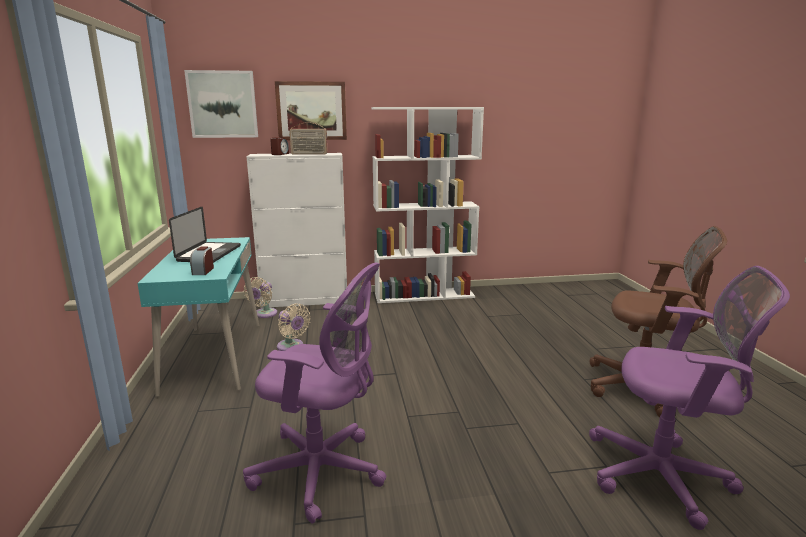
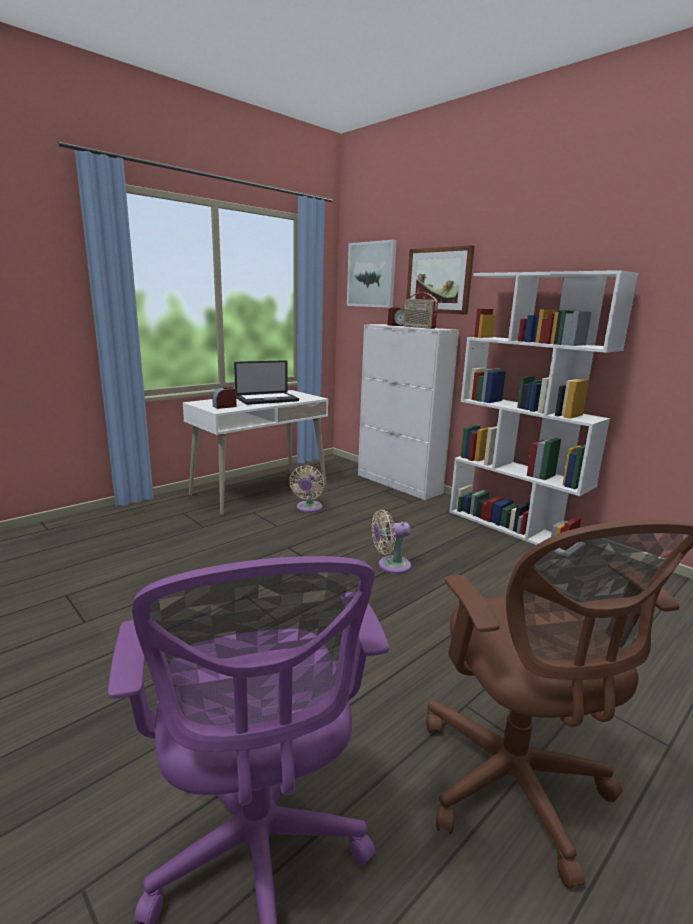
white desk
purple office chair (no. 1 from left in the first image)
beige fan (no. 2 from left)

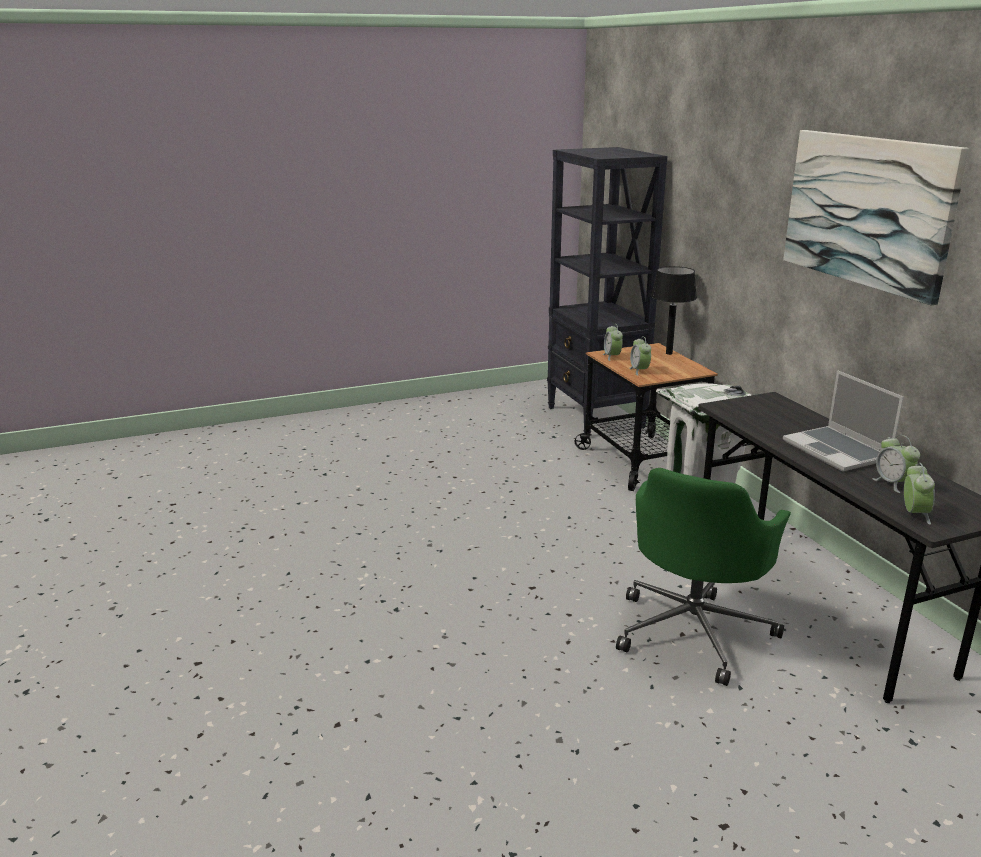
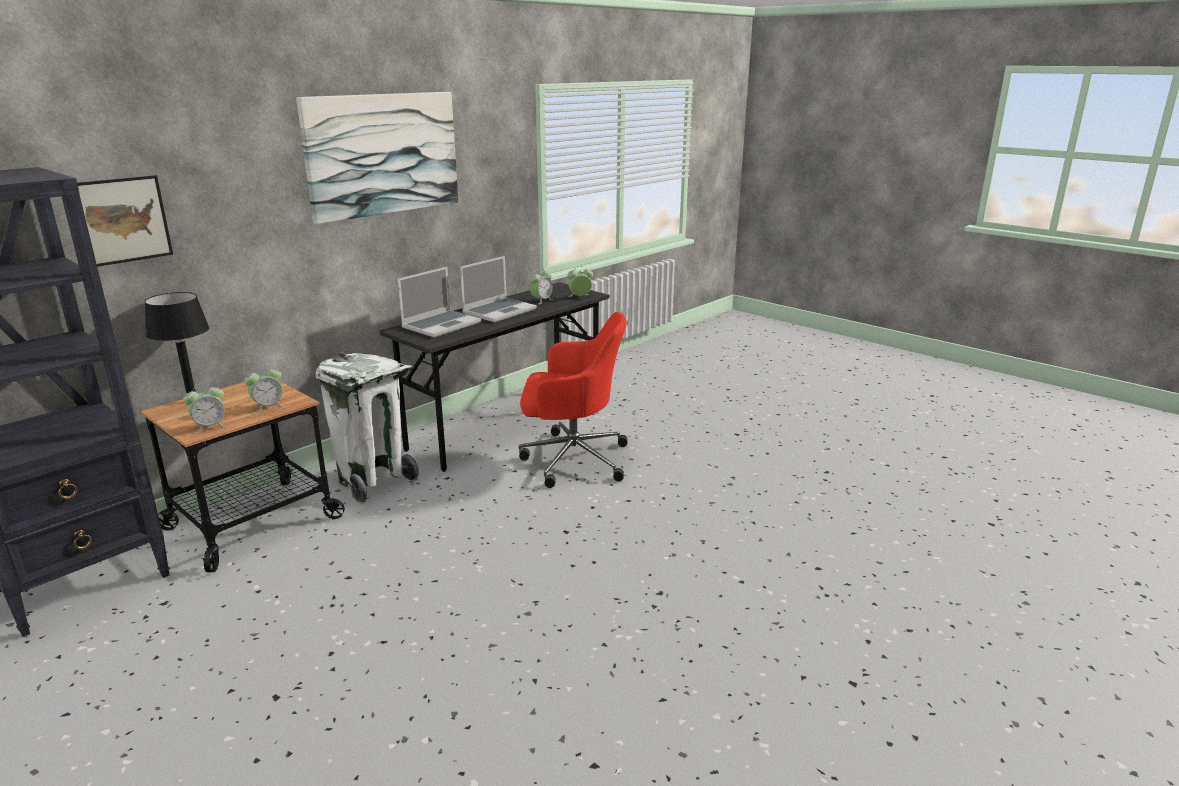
red office chair
picture (no. 1 from left)
laptop (no. 1 from left)

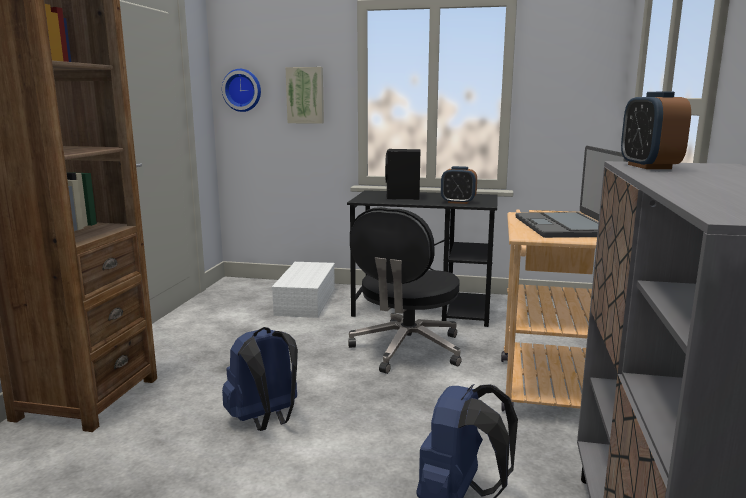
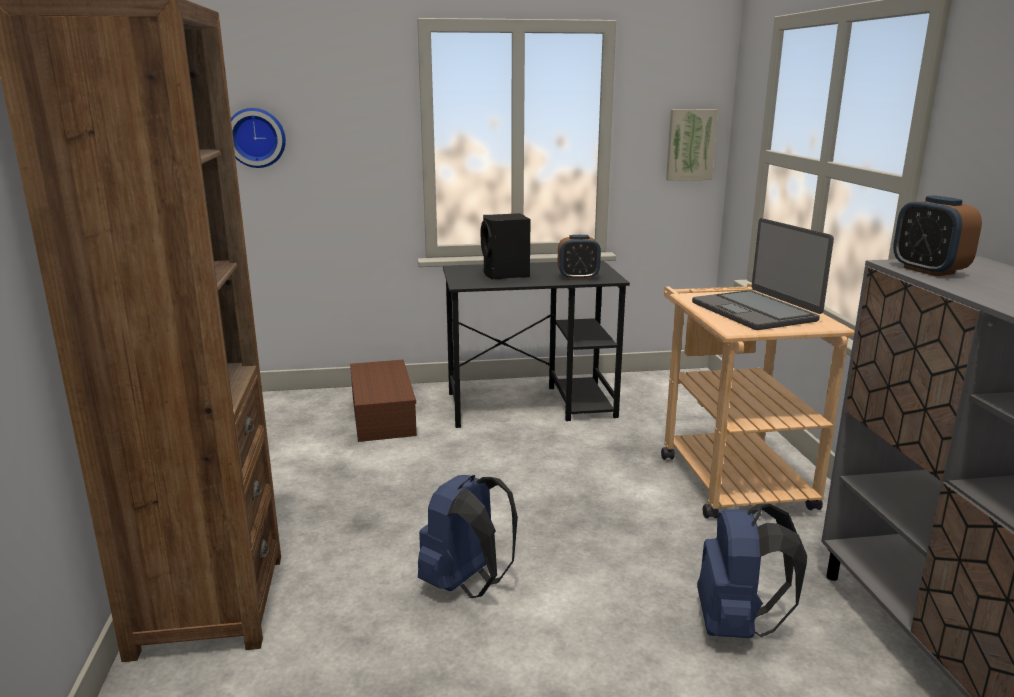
picture
black office chair
brown storage box

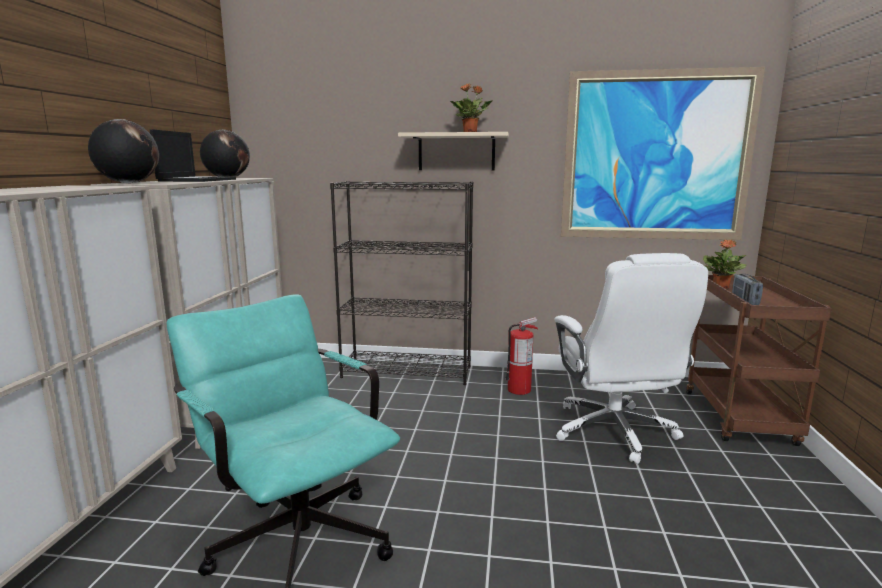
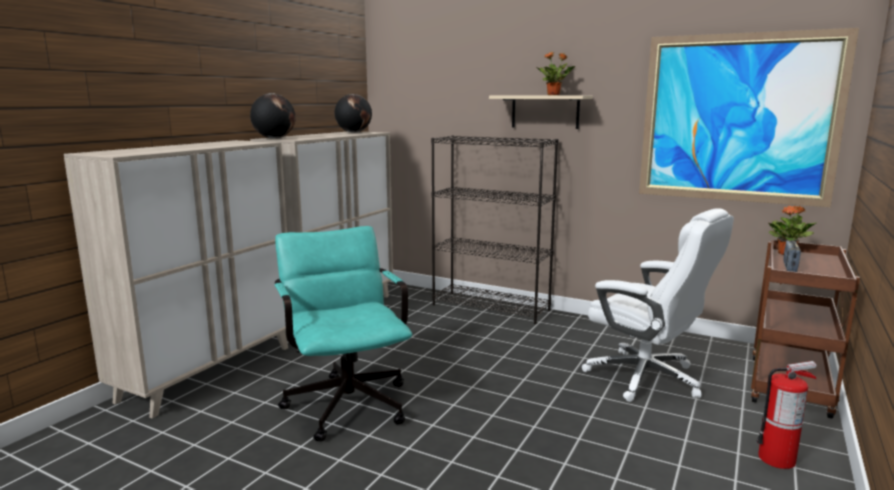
laptop
white office chair
fire extinguisher

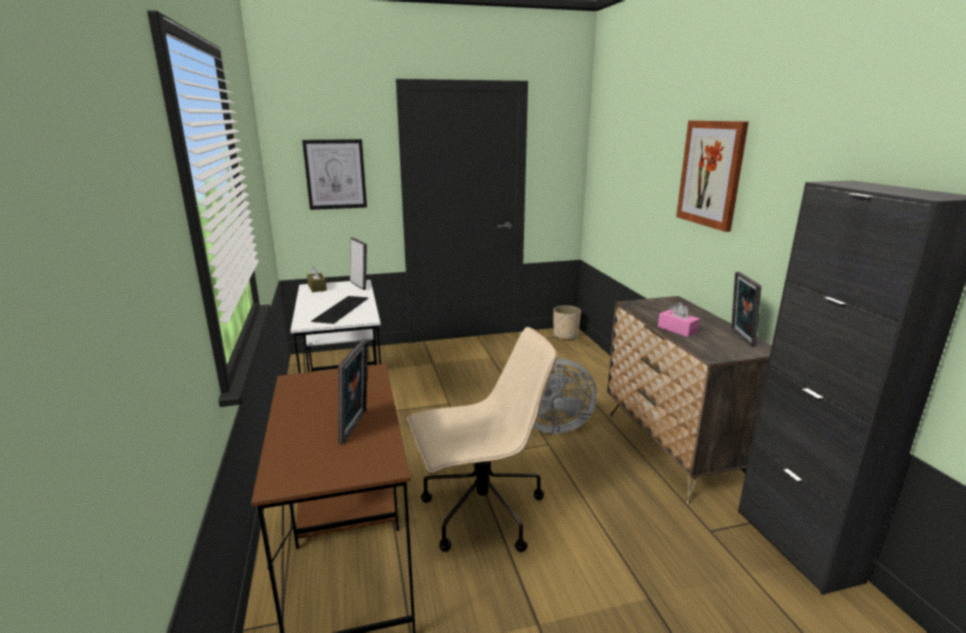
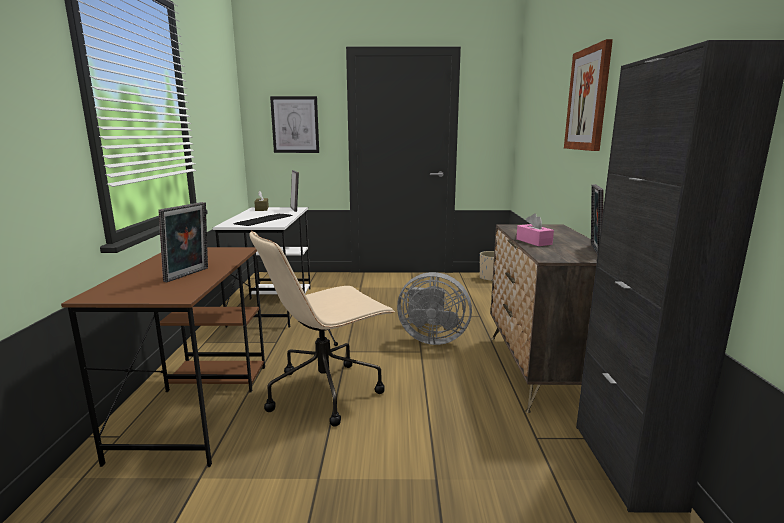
beige office chair

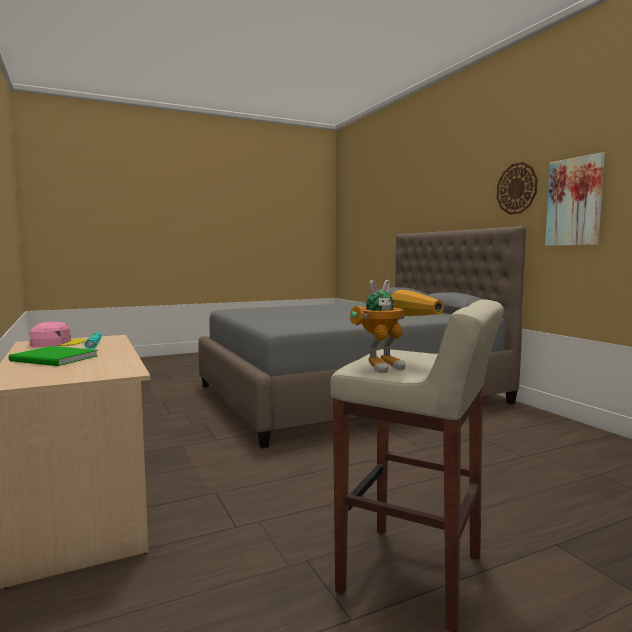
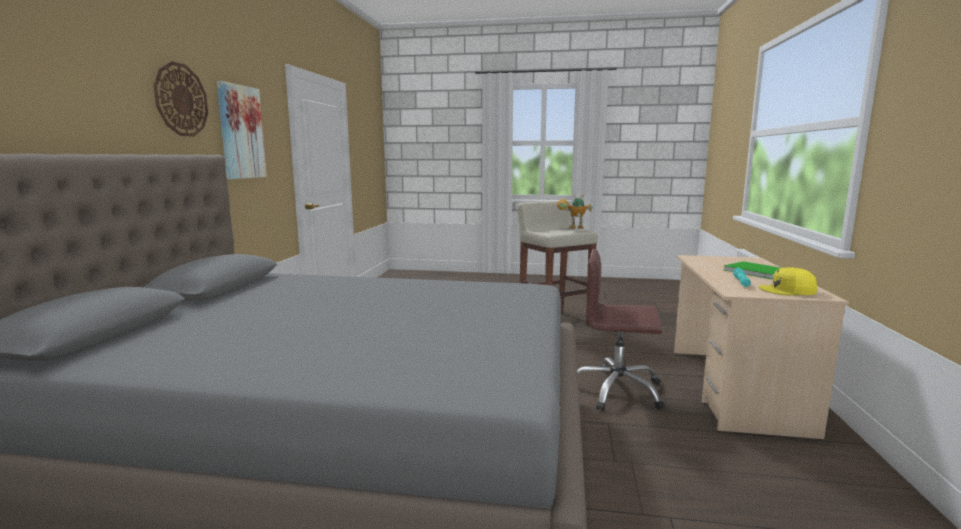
yellow cap
brown office chair

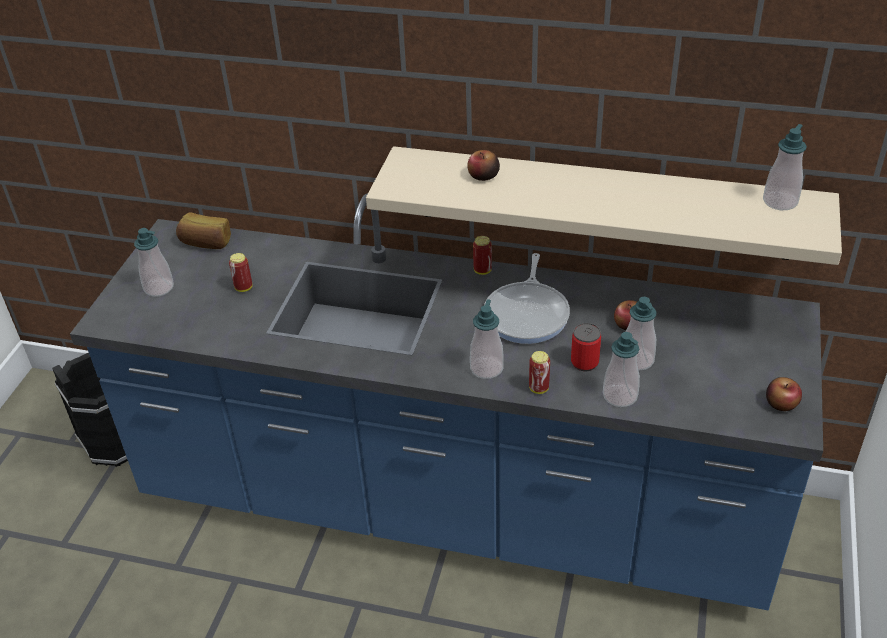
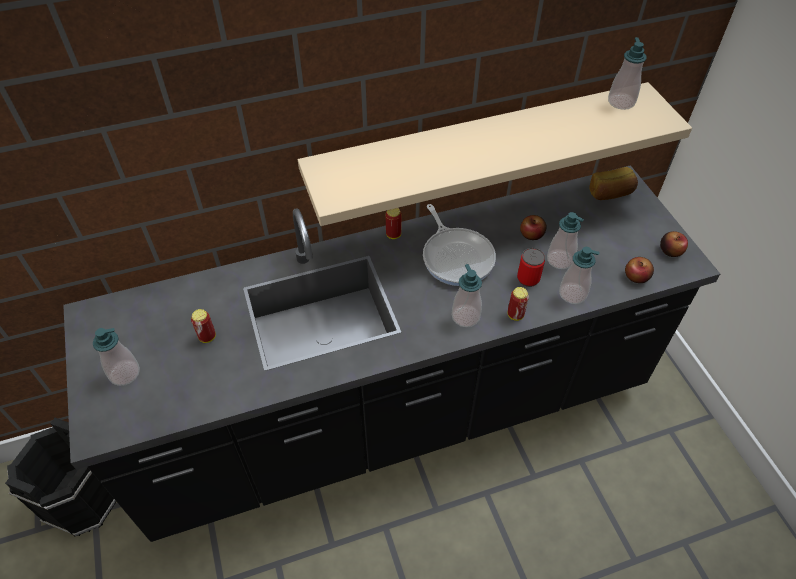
apple (no. 2 from left)
black counter
bread

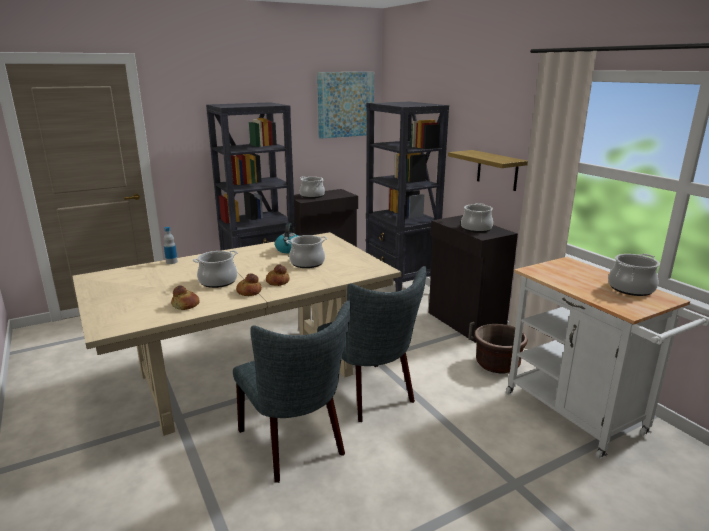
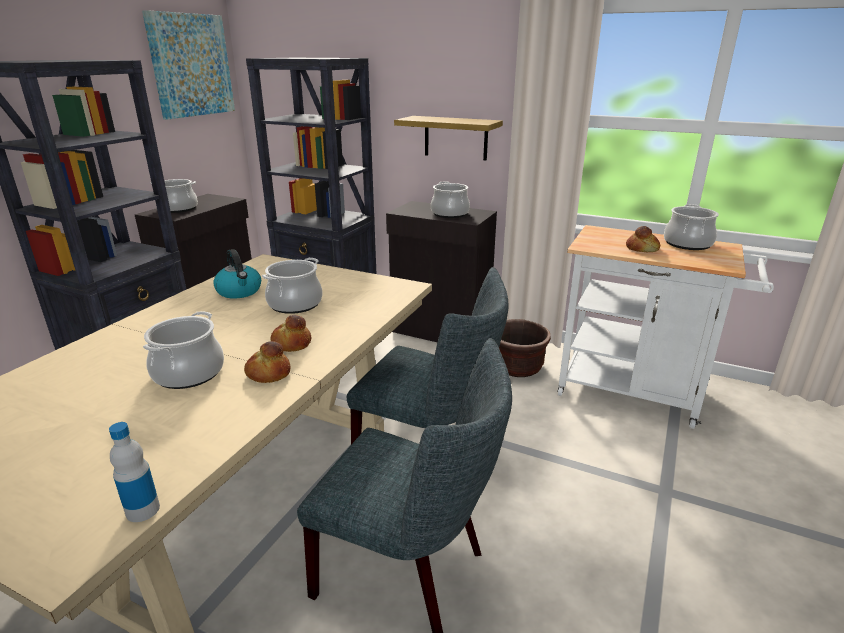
bottle
bread (no. 3 from left)

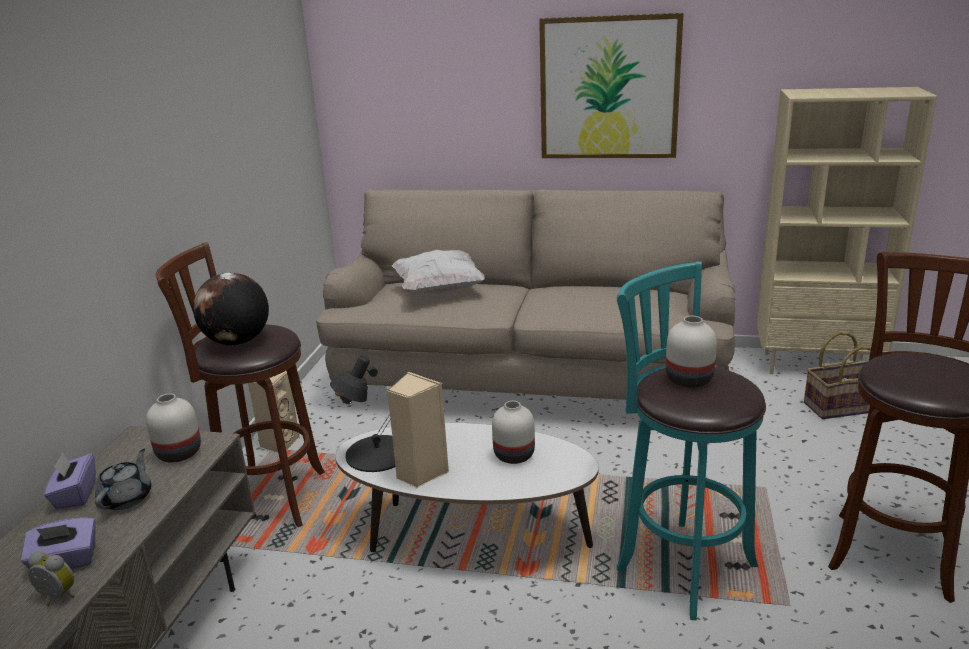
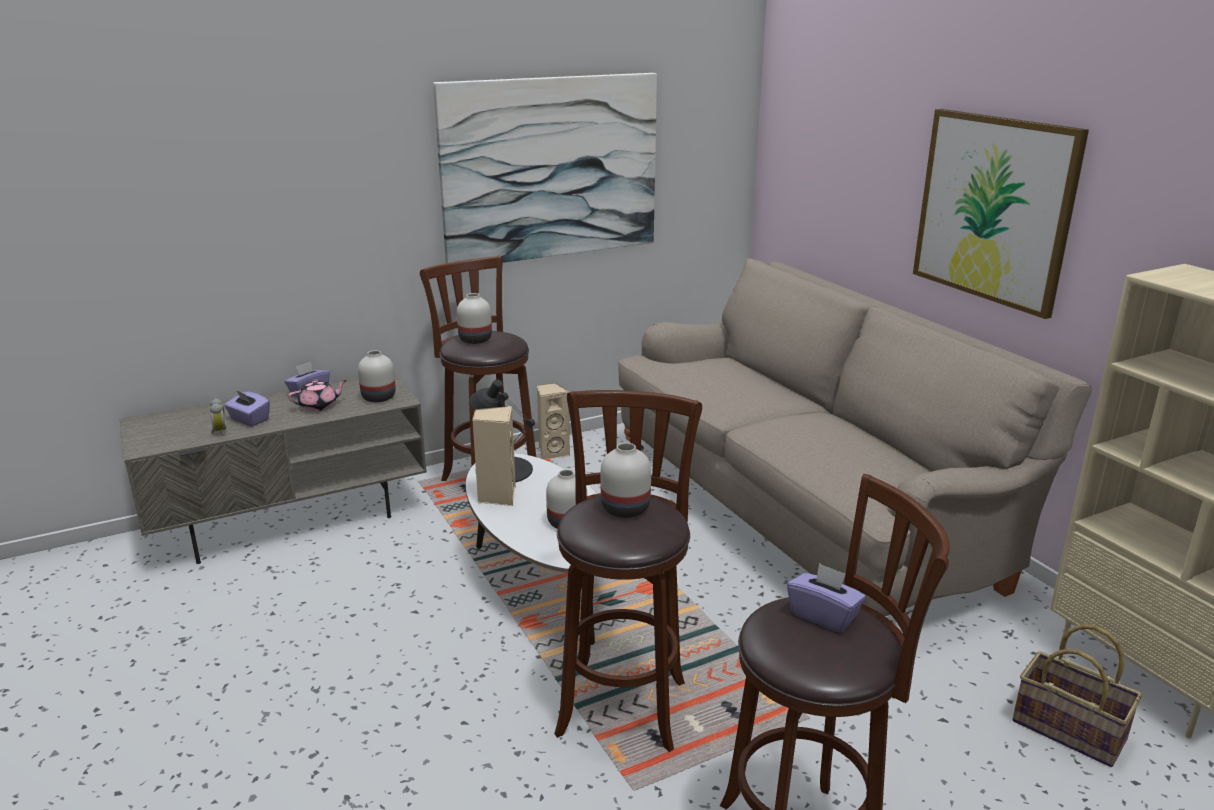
white pillow
brown stool (no. 2 from left)
white vase (no. 2 from left)
pink teapot
picture (no. 1 from left)
purple tissue box (no. 3 from left)

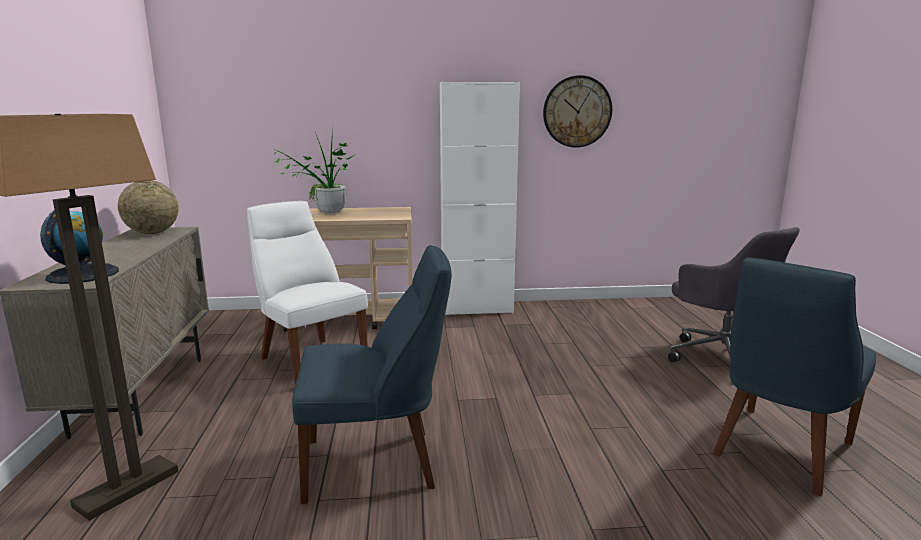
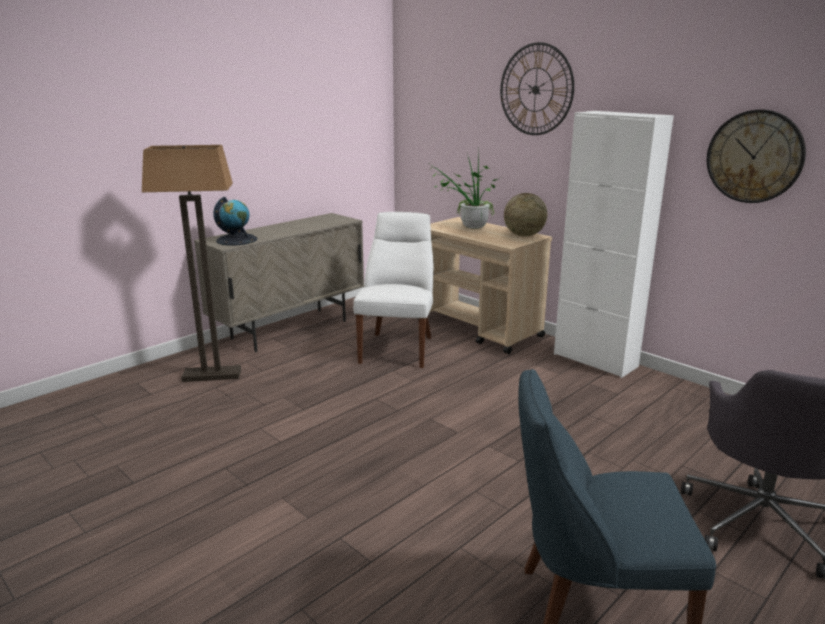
globe (no. 2 from left)
blue chair (no. 1 from left in the first image)
wall clock (no. 1 from left)

